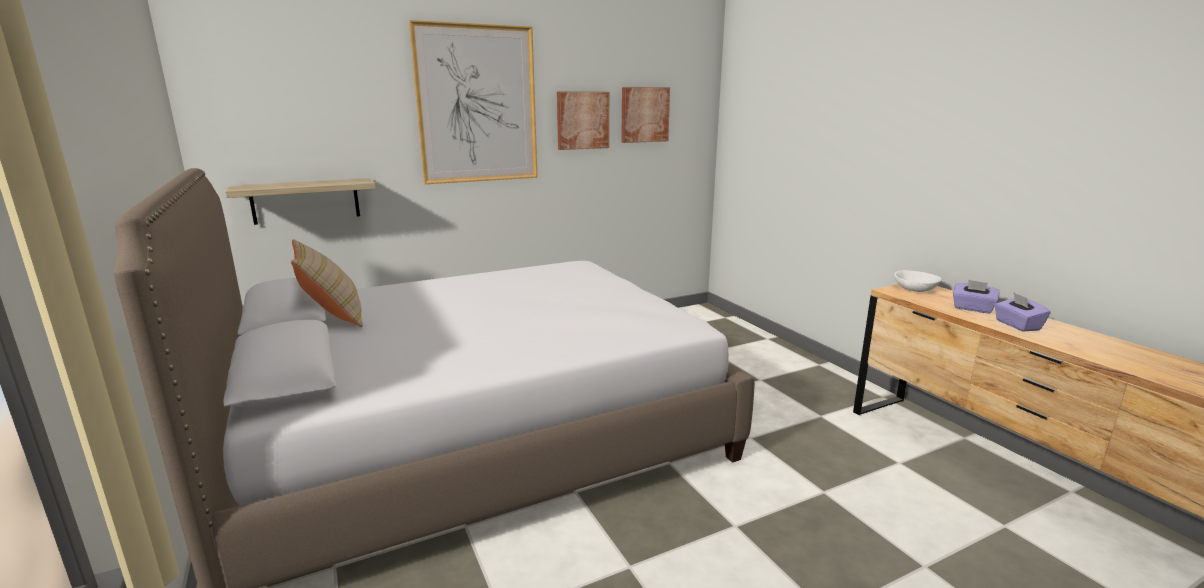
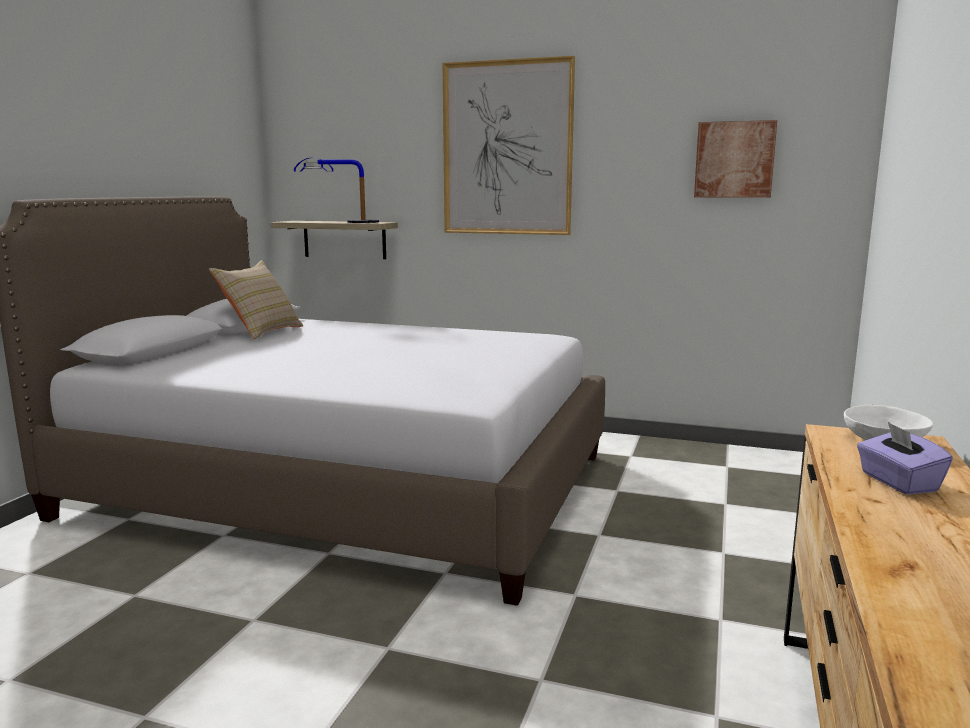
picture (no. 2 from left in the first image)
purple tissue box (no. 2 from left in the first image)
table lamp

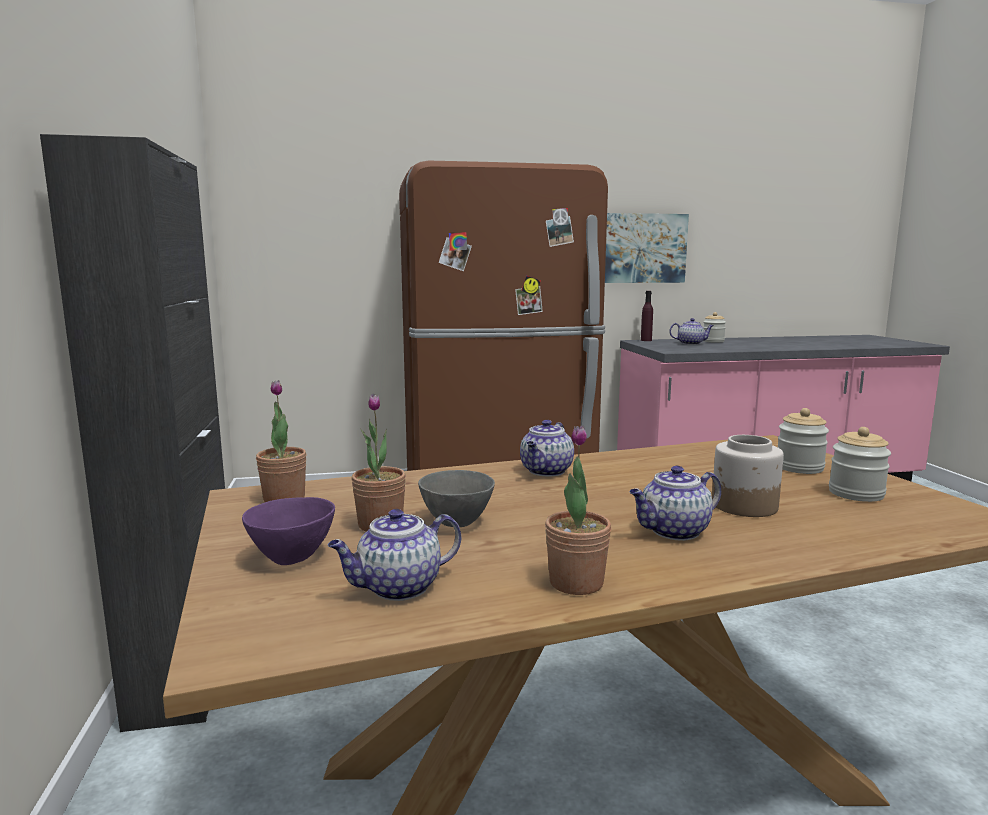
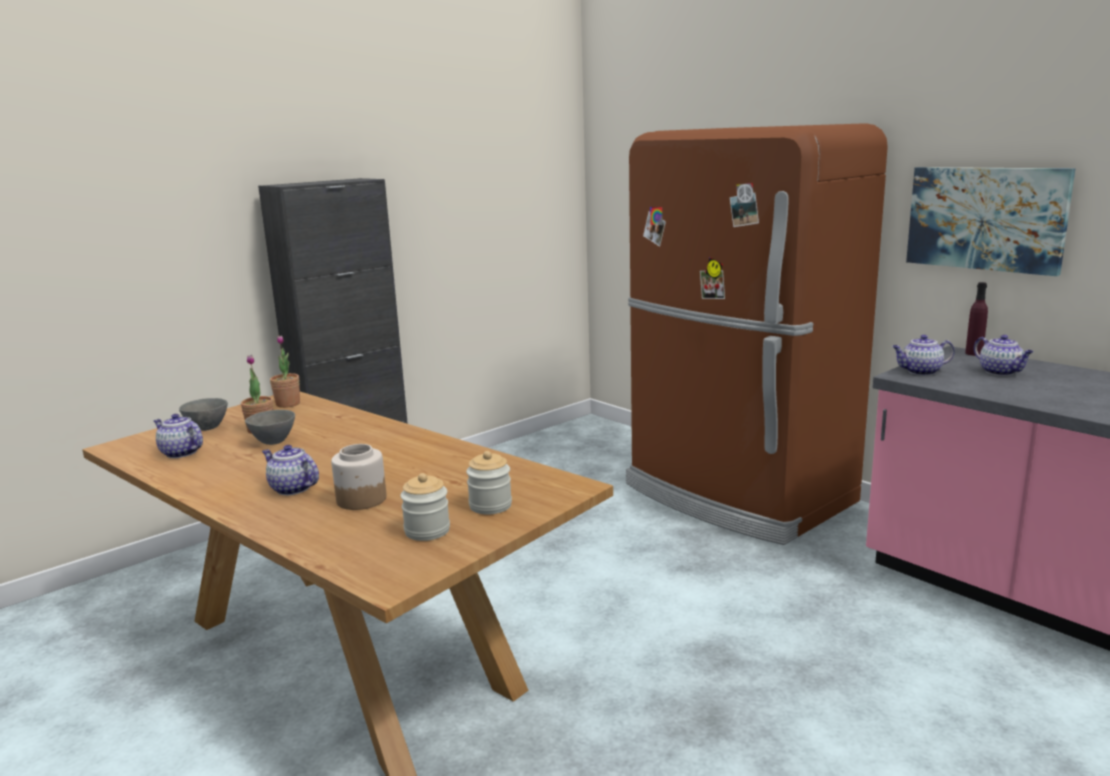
jar (no. 1 from left in the first image)
teapot (no. 3 from left)
potted plant (no. 3 from left in the first image)
grey bowl (no. 1 from left)

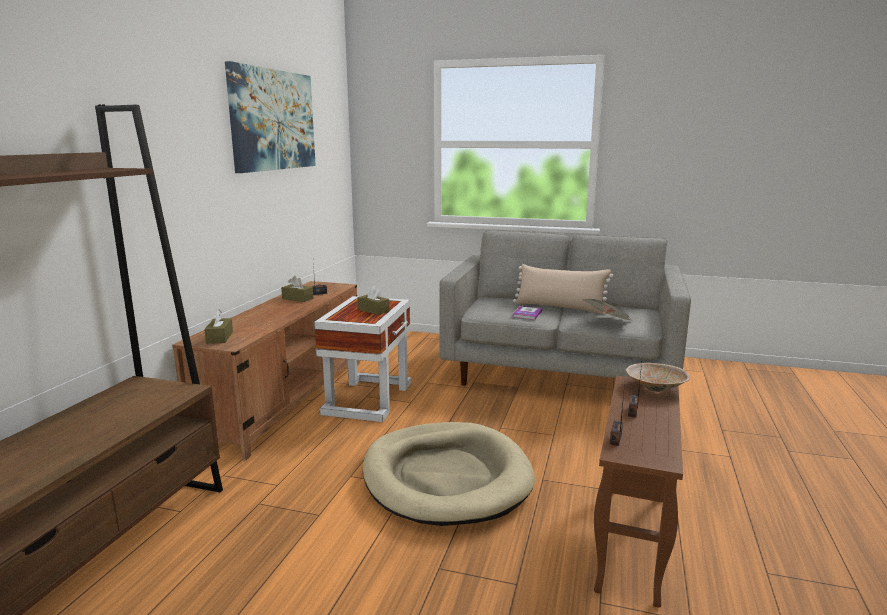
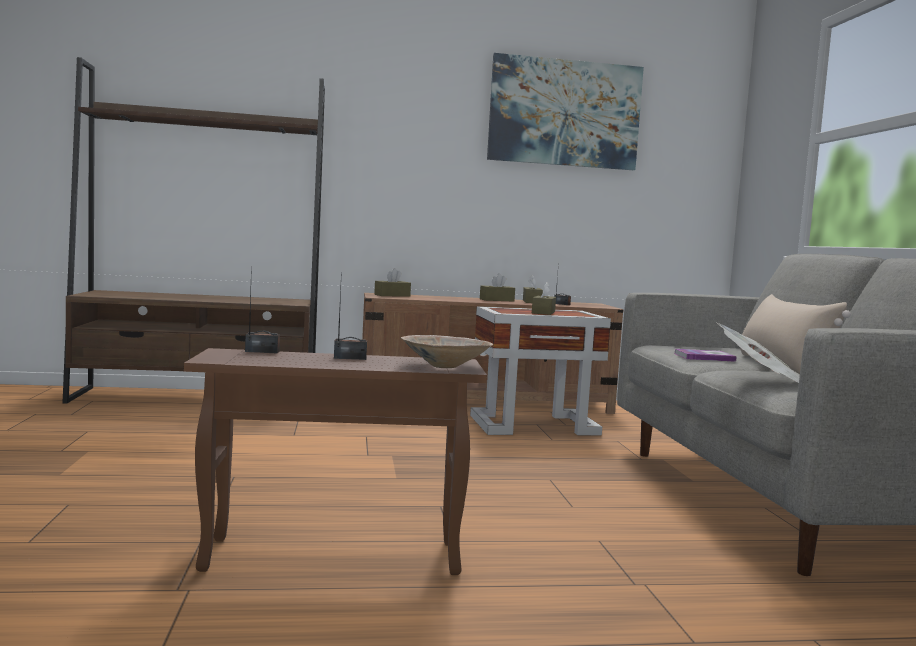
beige dog bed
brown tissue box (no. 2 from left)

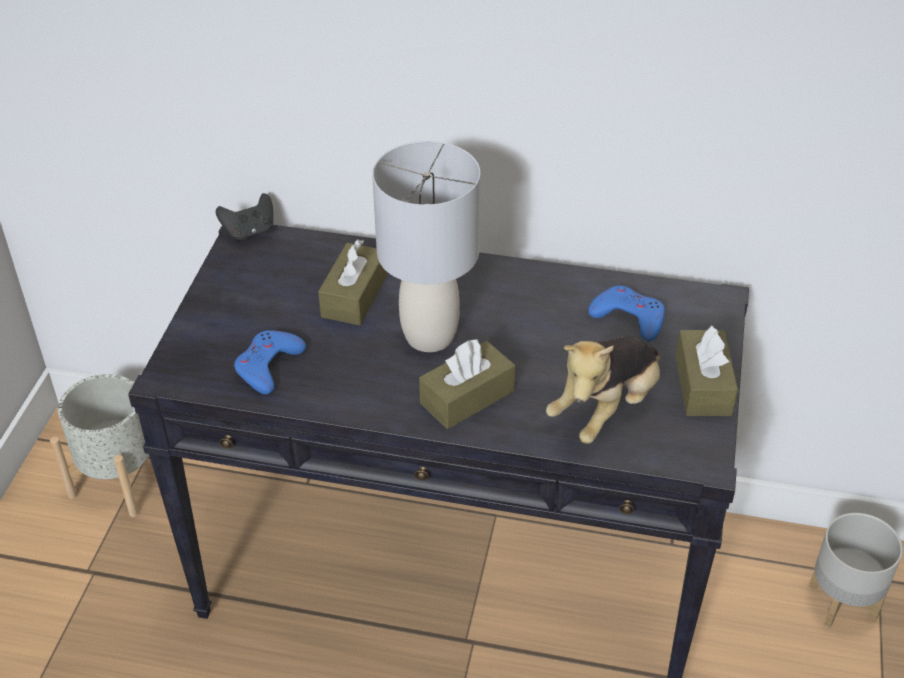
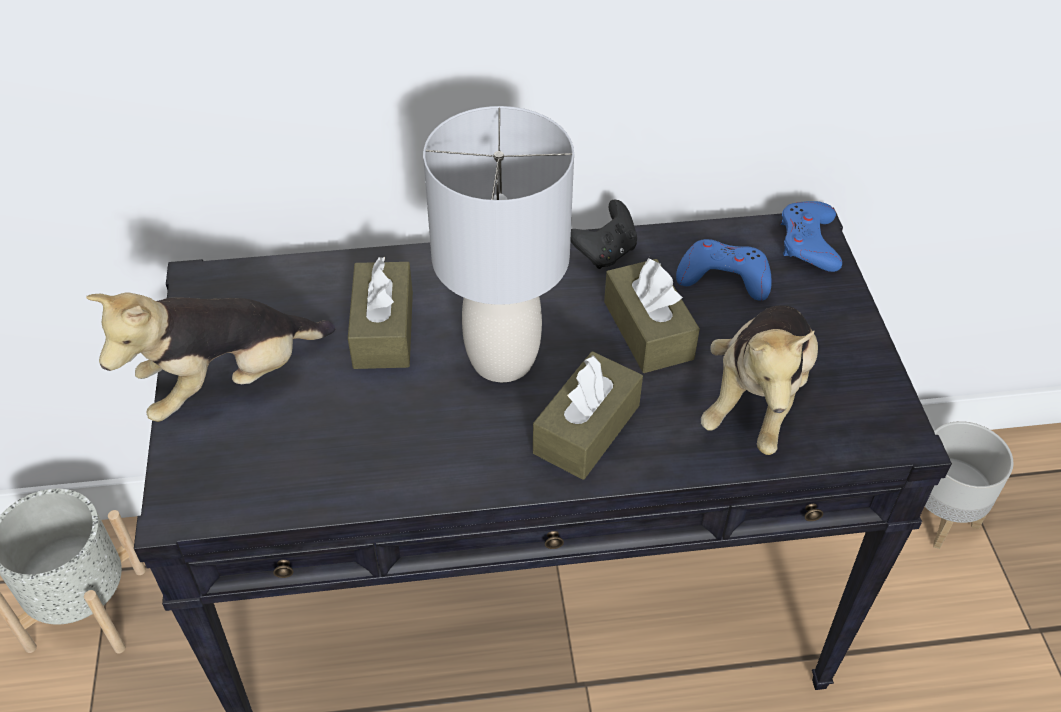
black game controller
brown tissue box (no. 3 from left)
blue game controller (no. 2 from left)
plush toy (no. 1 from left)

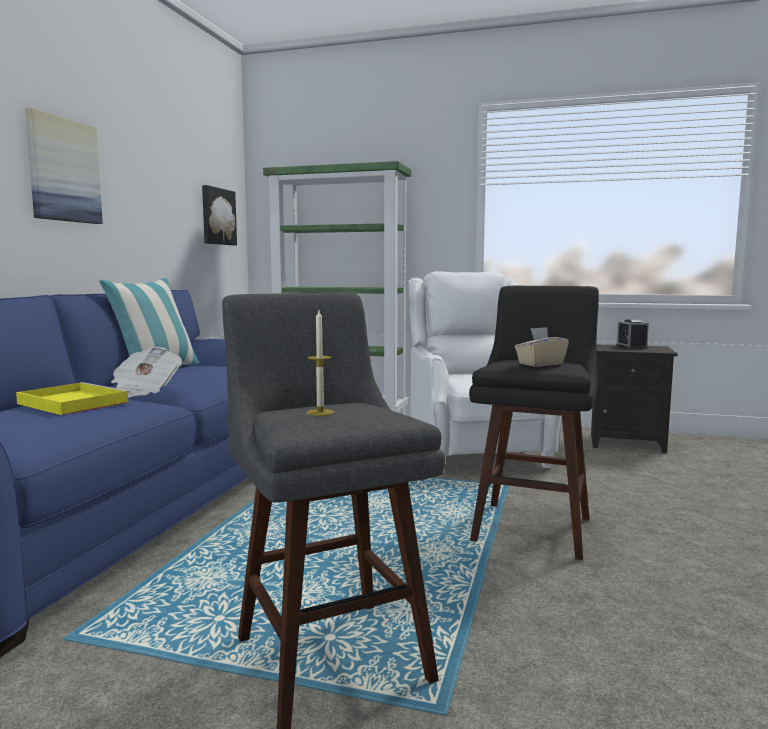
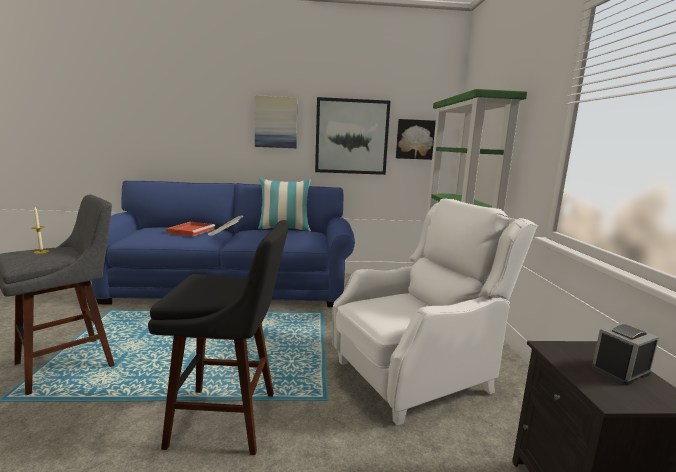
beige tissue box
red tray
picture (no. 2 from left)

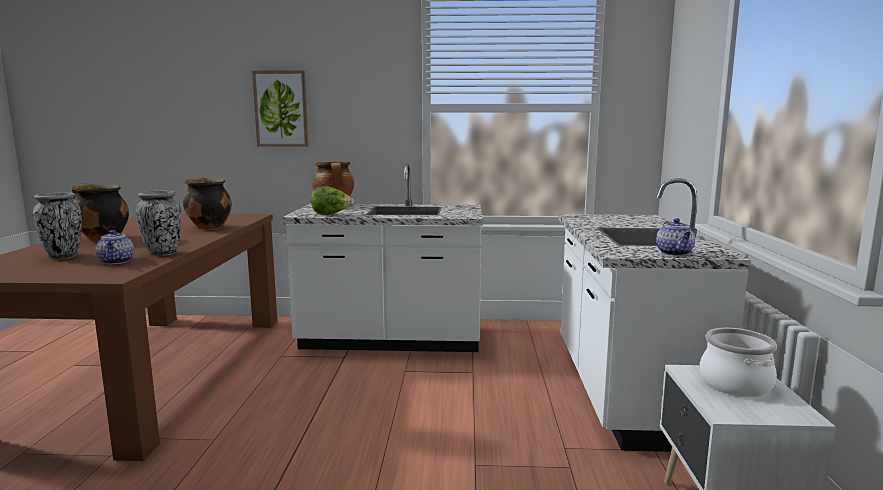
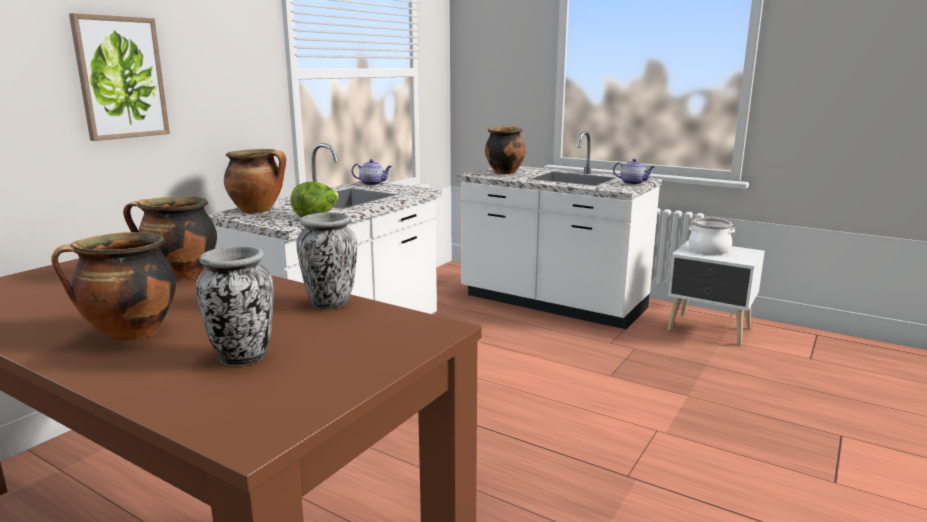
teapot (no. 1 from left)
cooking pot (no. 4 from left)

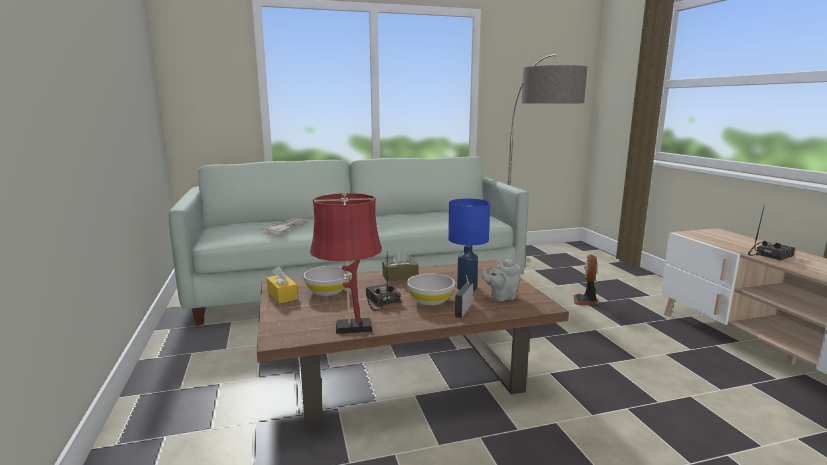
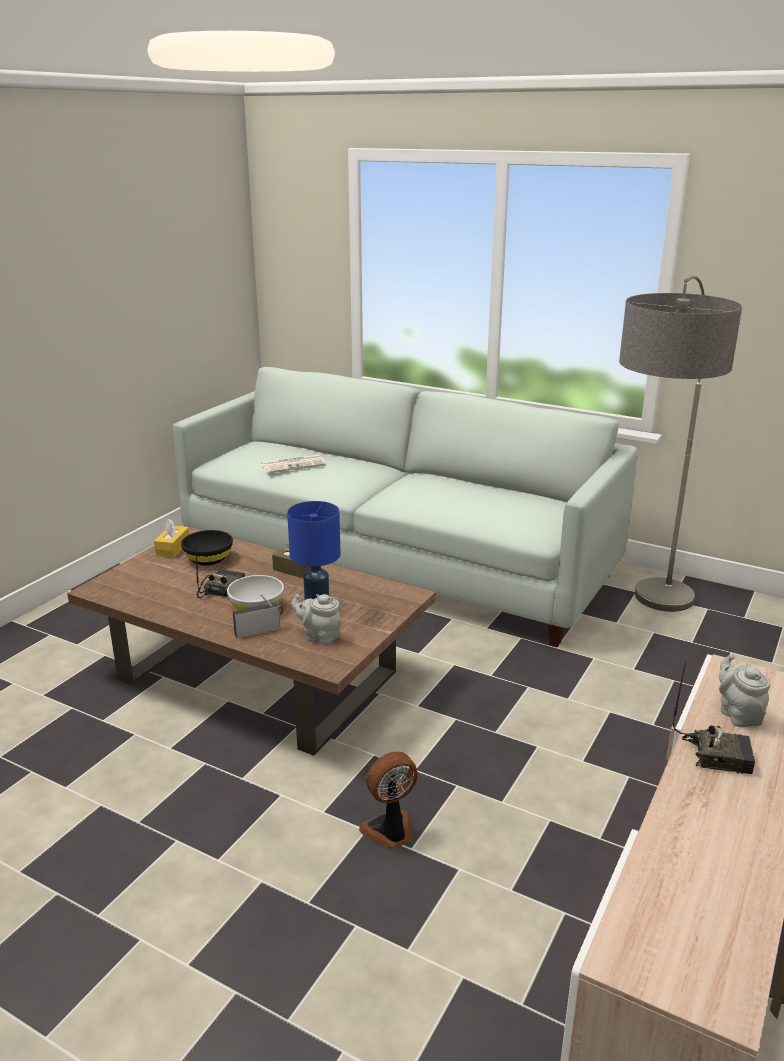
red table lamp
fan
black bowl
grey teapot (no. 2 from left)

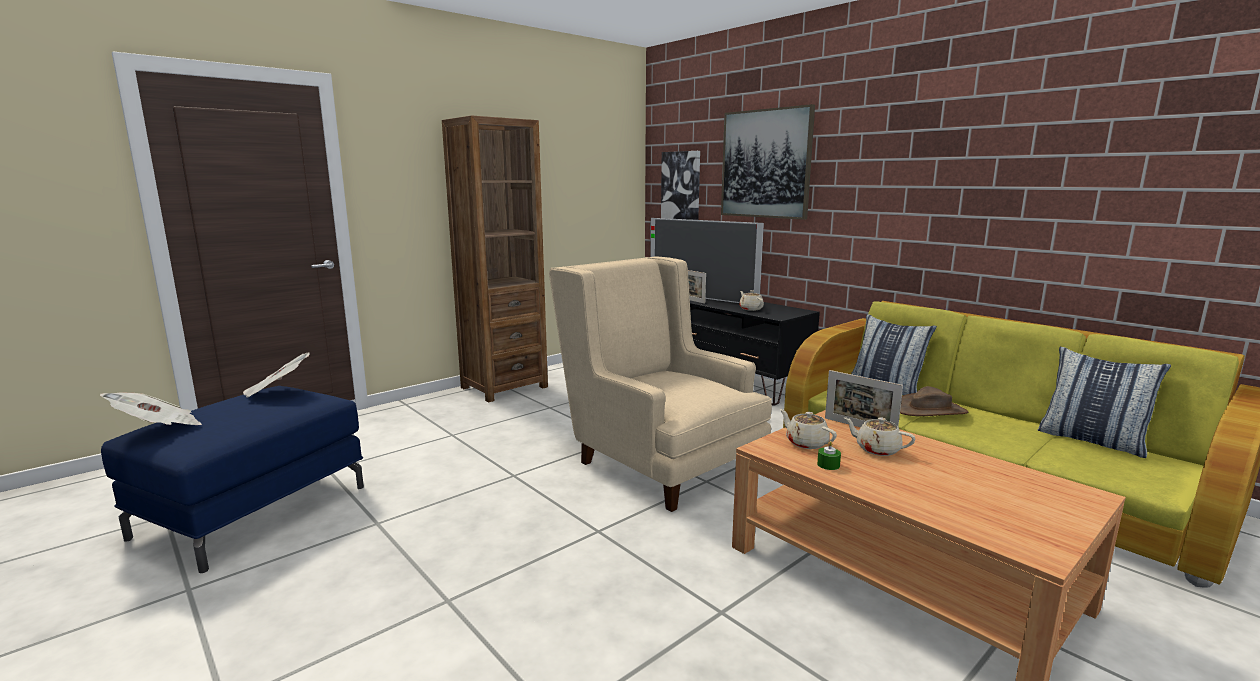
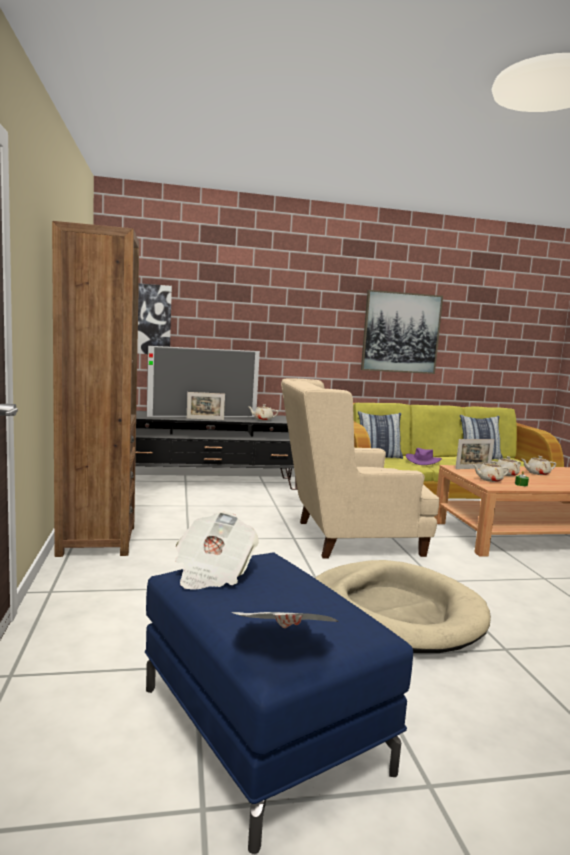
picture (no. 2 from left)
purple hat
beige teapot (no. 4 from left)
beige dog bed

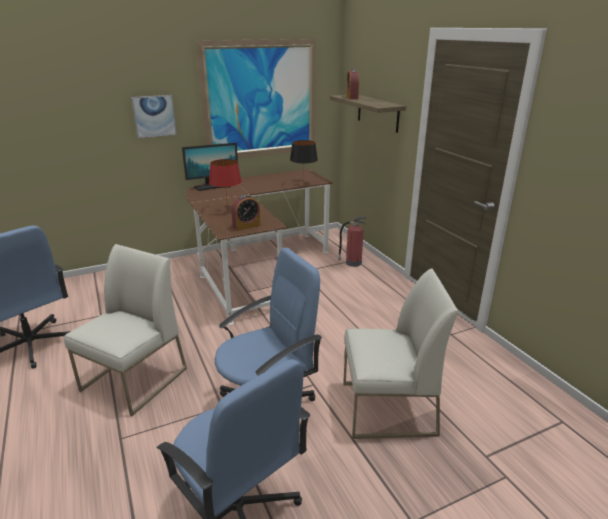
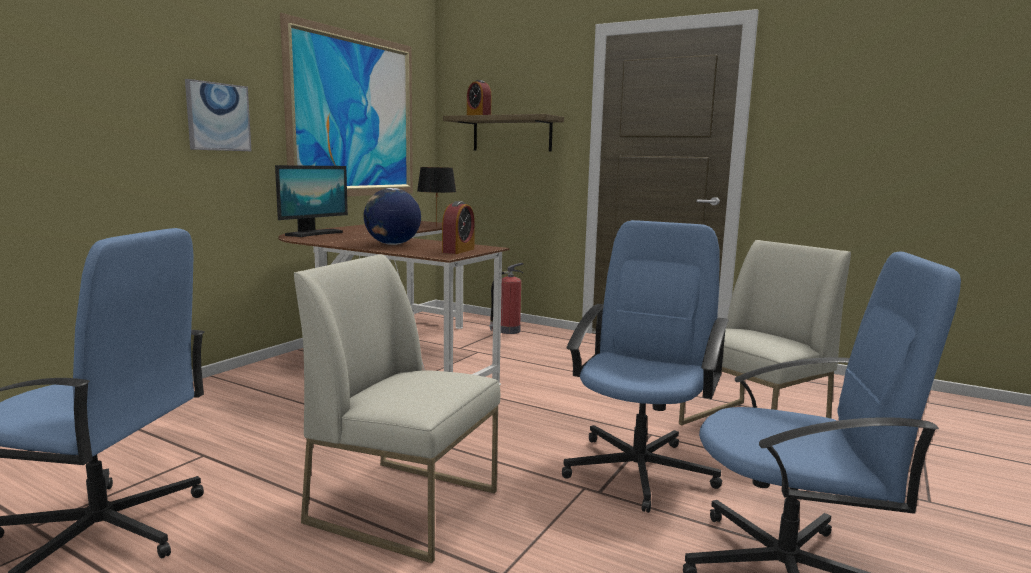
globe
white chair (no. 1 from left)

